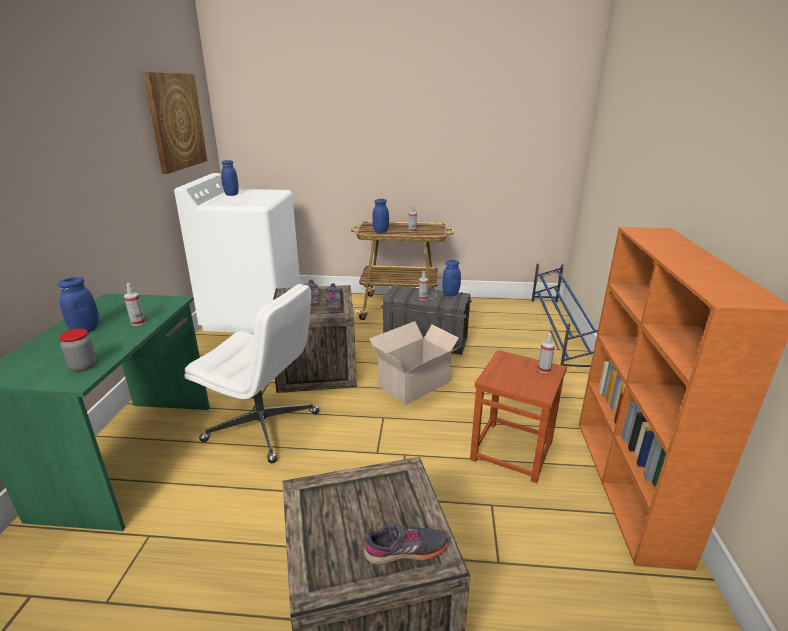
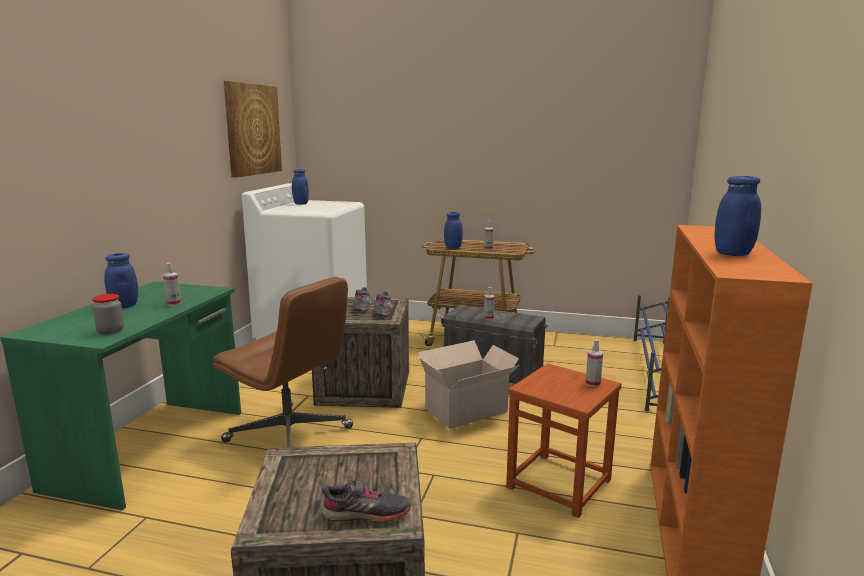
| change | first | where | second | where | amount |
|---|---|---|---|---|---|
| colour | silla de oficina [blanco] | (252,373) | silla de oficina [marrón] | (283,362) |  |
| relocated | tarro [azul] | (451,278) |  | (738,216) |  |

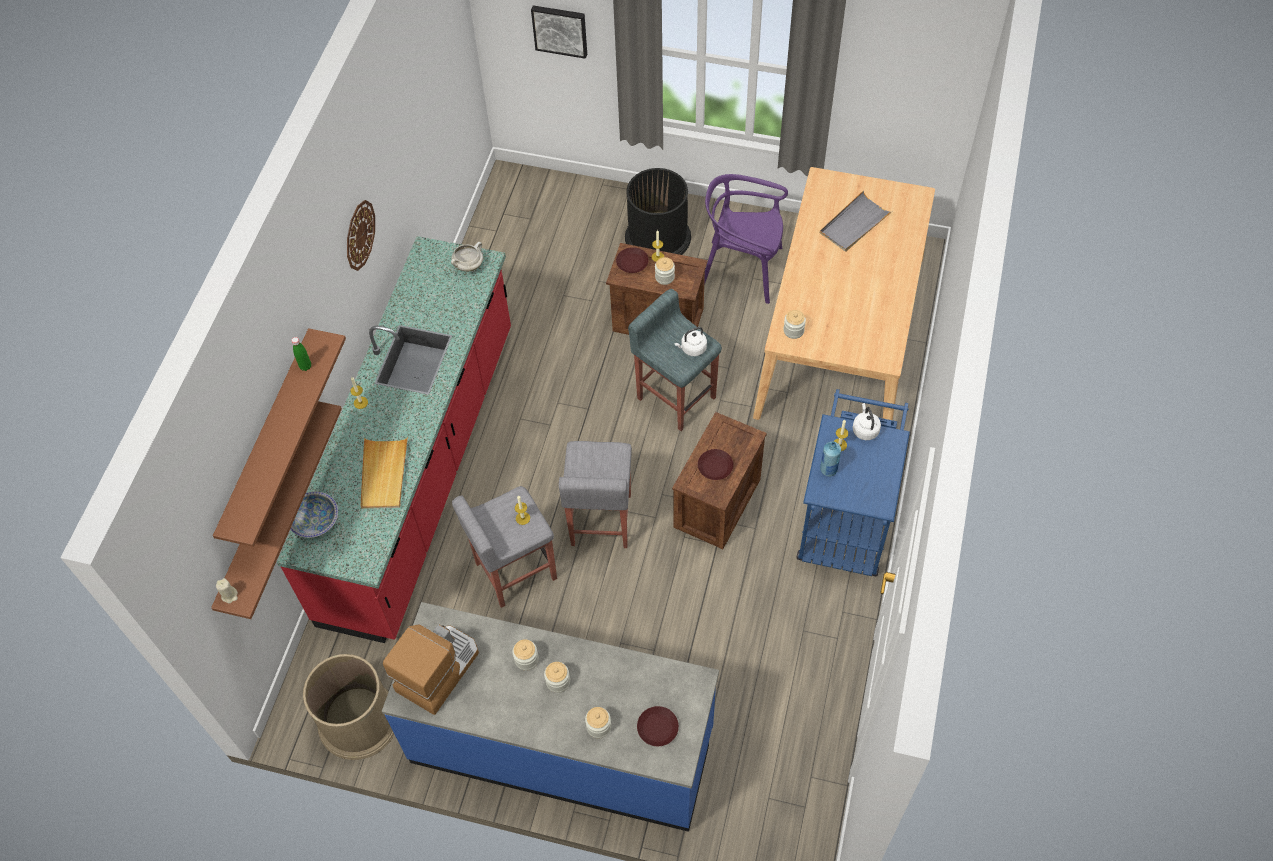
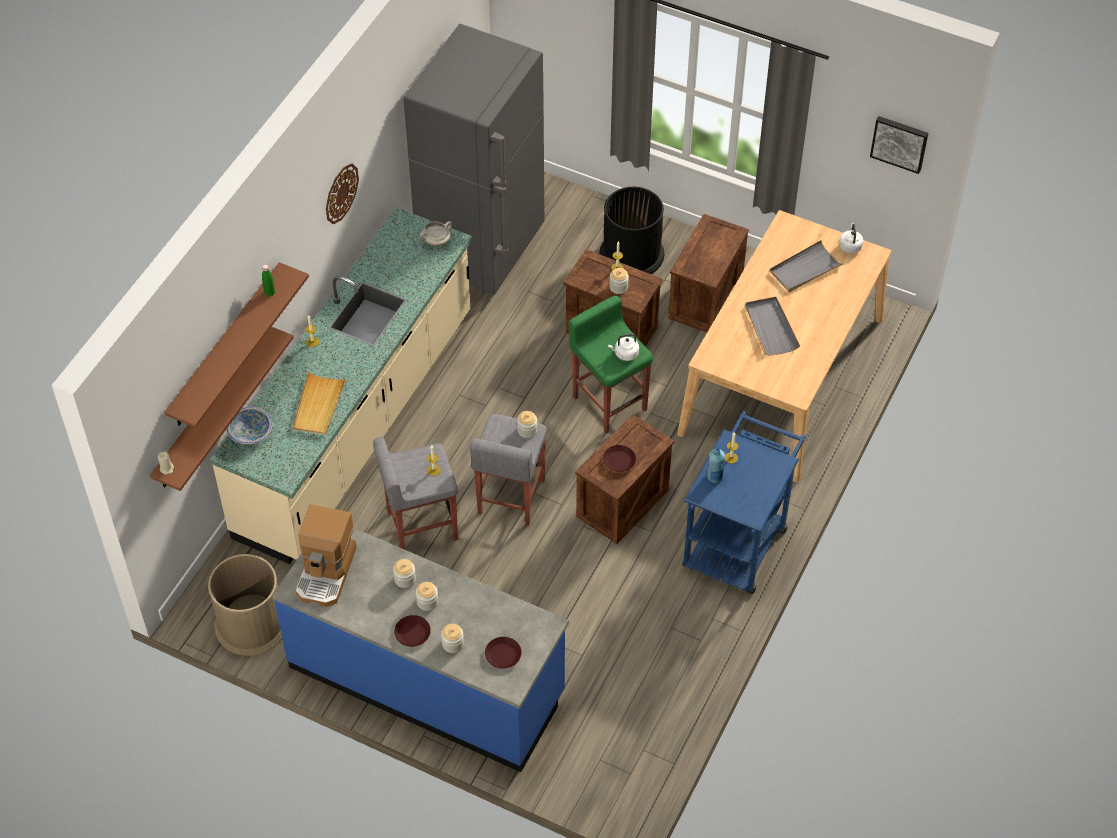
| change | first | where | second | where | amount |
|---|---|---|---|---|---|
| colour | mueble bajo de cocina [rojo] | (394,439) | mueble bajo de cocina [beis] | (341,385) |  |
| spun | cafetera | (431,670) |  | (326,555) | 150 degrees clockwise |
| relocated | cuadro | (559,32) |  | (899,145) |  |
| relocated | plato [marrón] | (632,260) |  | (412,631) |  |
| colour | taburete [gris] | (675,360) | taburete [verde] | (611,365) |  |
| exchanged | silla [morado] | (746,239) | caja de embalaje | (708,273) |  |
| relocated | tarro | (794,324) |  | (527,424) |  |
| relocated | hervidor [blanco] | (866,421) |  | (851,238) |  |
| appeared |  |  | nevera [gris] | (474,159) |  |
| appeared |  |  | bandeja [gris] | (772,326) |  |

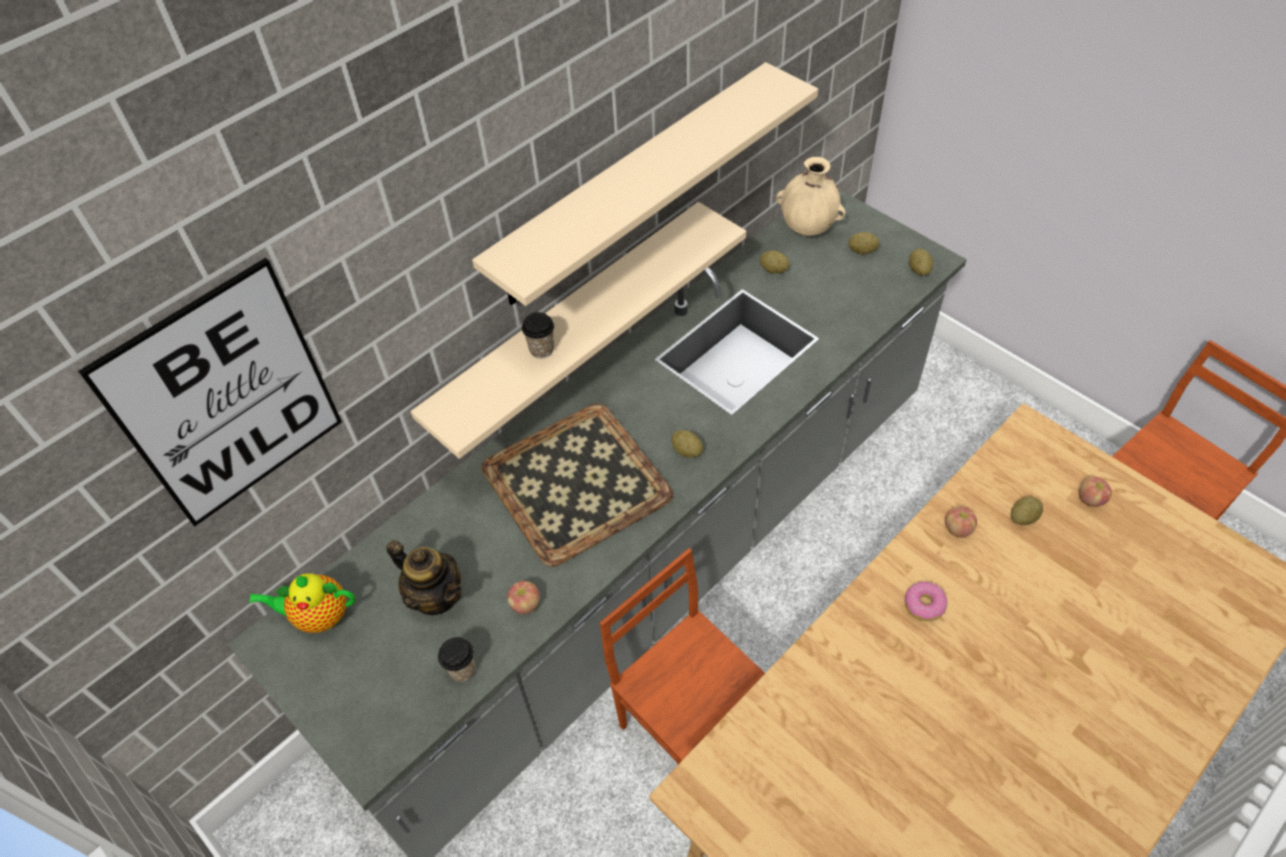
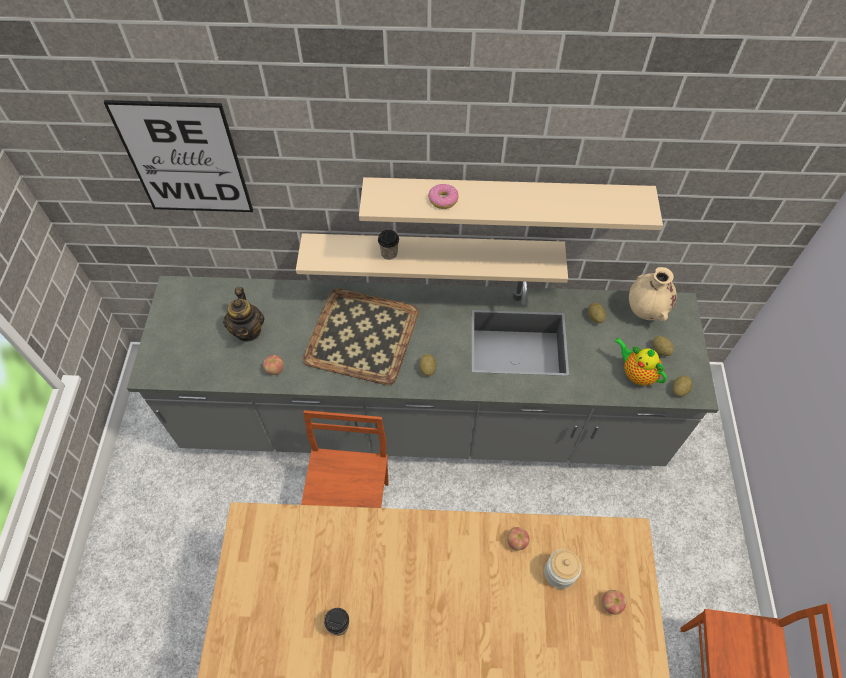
| change | first | where | second | where | amount |
|---|---|---|---|---|---|
| relocated | tetera | (302,603) |  | (641,361) |  |
| relocated | taza | (457,659) |  | (336,621) |  |
| relocated | rosquilla | (926,601) |  | (443,196) |  |
| exchanged | patata | (1027,511) | tarro | (563,569) |  |

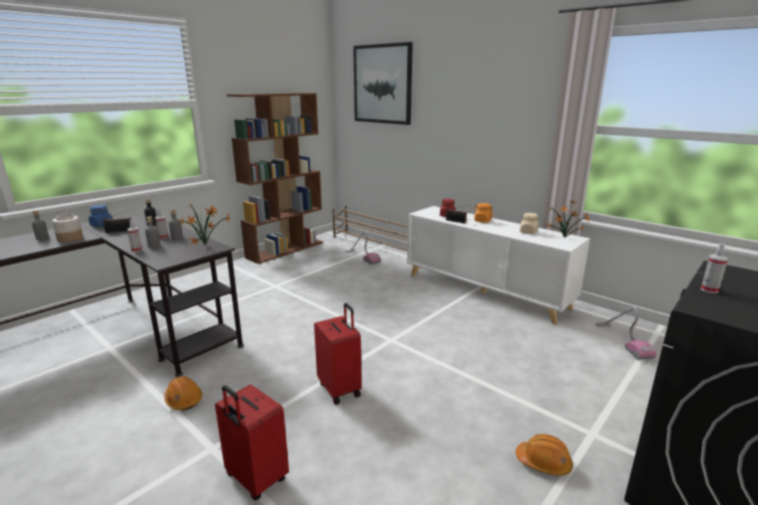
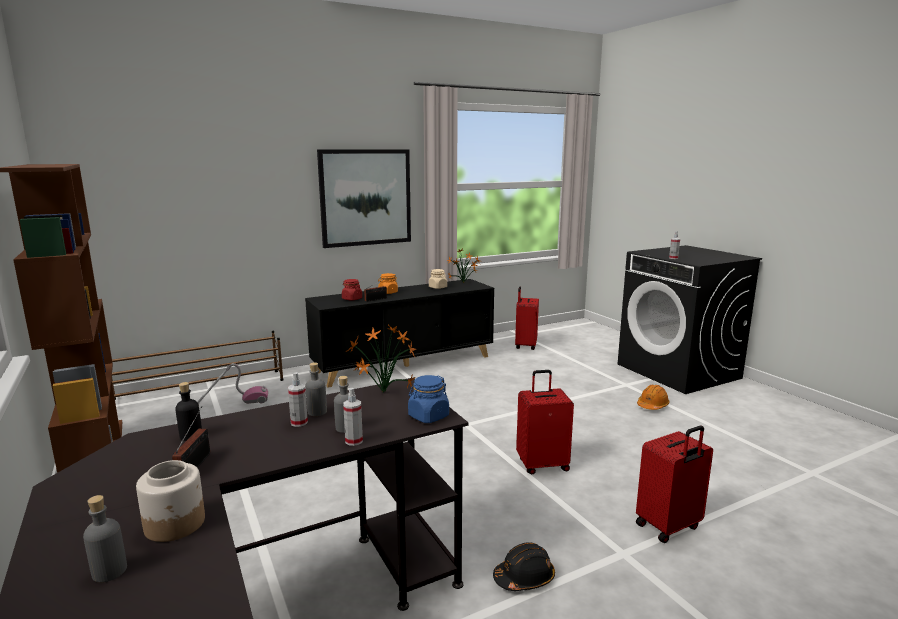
| change | first | where | second | where | amount |
|---|---|---|---|---|---|
| relocated | tarro [azul] | (101,216) |  | (428,399) |  |
| colour | casco [naranja] | (183,393) | casco [negro] | (524,566) |  |
| relocated | cuadro | (383,83) |  | (364,198) |  |
| colour | armario [blanco] | (498,265) | armario [negro] | (399,333) |  |
| exchanged | aspiradora | (625,333) | maleta [rojo] | (527,318) |  |

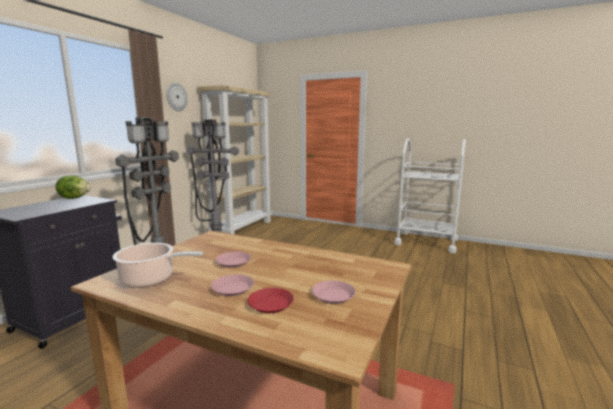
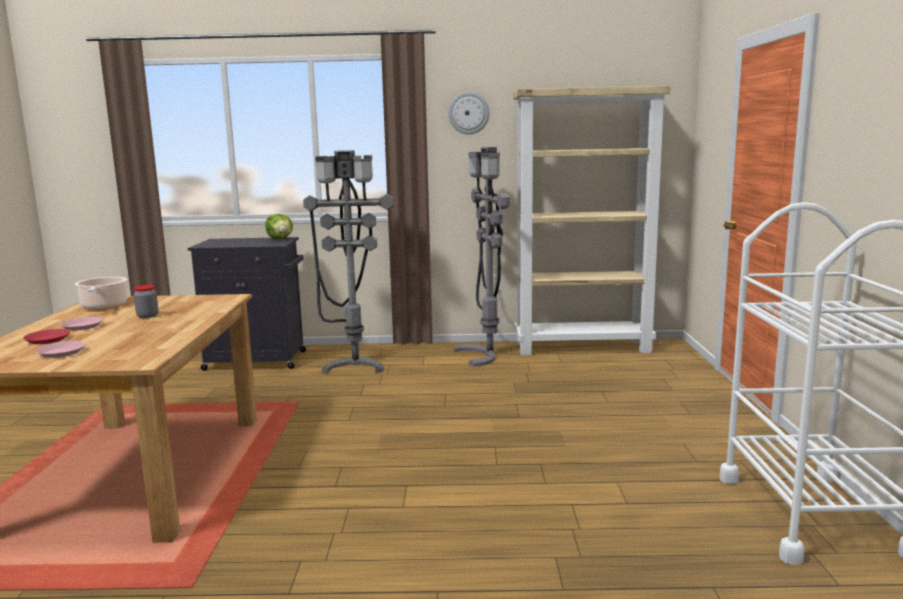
| change | first | where | second | where | amount |
|---|---|---|---|---|---|
| exchanged | plato [rosa] | (233,259) | tarro | (146,301) |  |

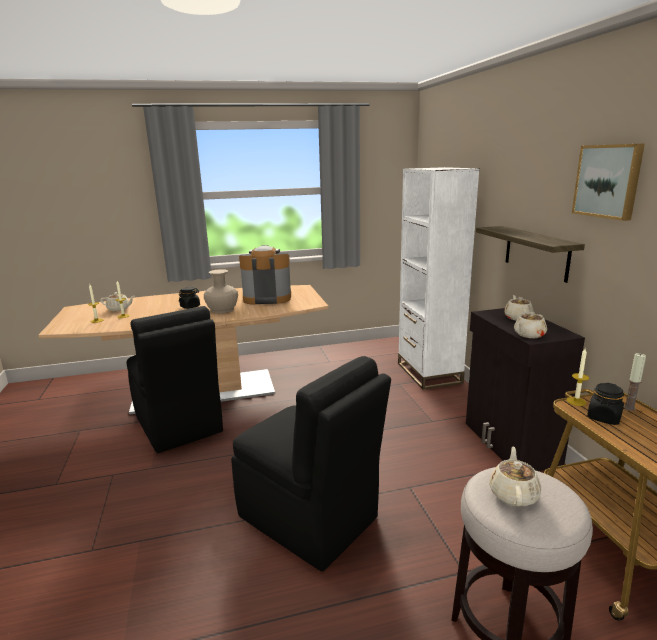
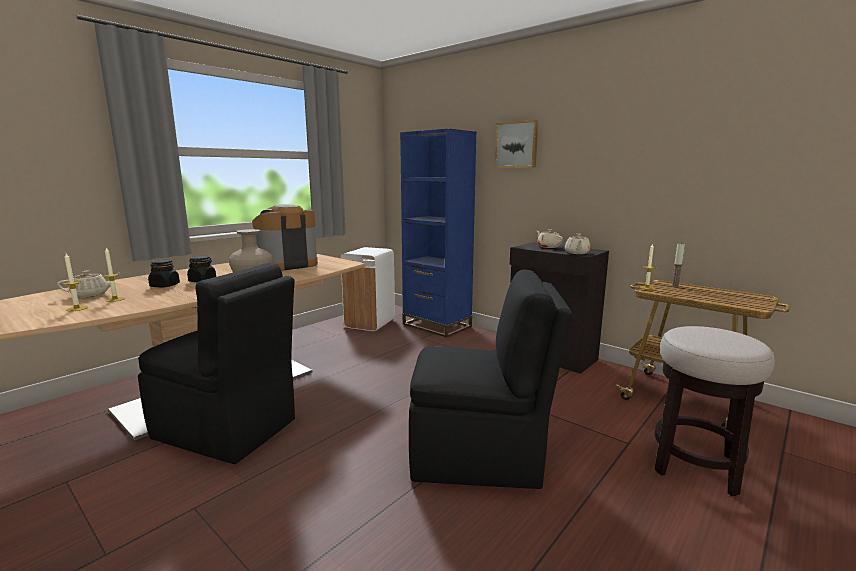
| change | first | where | second | where | amount |
|---|---|---|---|---|---|
| colour | estantería [blanco] | (439,278) | estantería [azul] | (438,233) |  |
| missing | estante | (530,254) |  |  |  |
| missing | tetera [beis] | (515,476) |  |  |  |
| relocated | cuadro | (608,182) |  | (516,144) |  |
| relocated | tarro [negro] | (605,404) |  | (164,273) |  |
| appeared |  |  | papelera [blanco] | (368,289) |  |

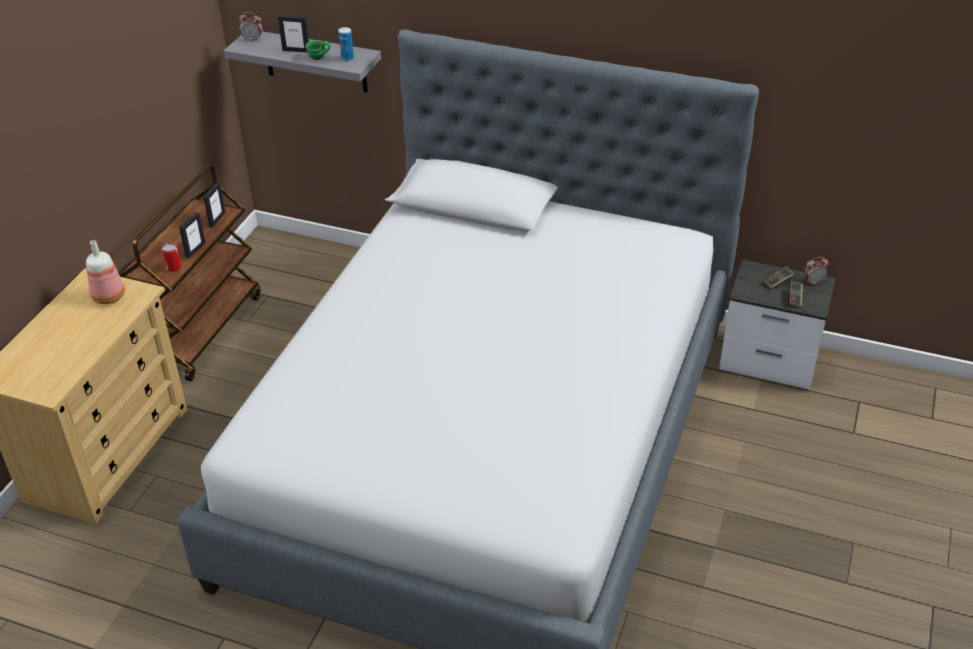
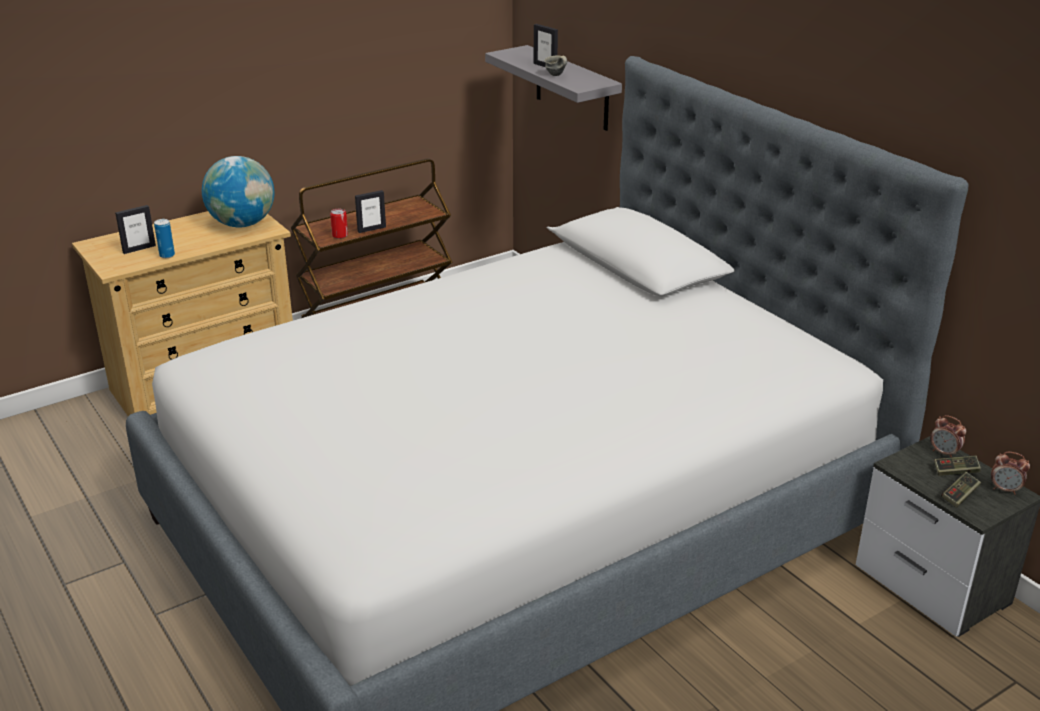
| change | first | where | second | where | amount |
|---|---|---|---|---|---|
| exchanged | botella | (105,272) | globo terráqueo | (238,191) |  |
| relocated | portarretratos | (214,205) |  | (135,229) |  |
| relocated | despertador | (251,27) |  | (948,436) |  |
| colour | taza grande [verde] | (318,50) | taza grande [gris] | (555,66) |  |
| relocated | lata | (346,44) |  | (164,238) |  |

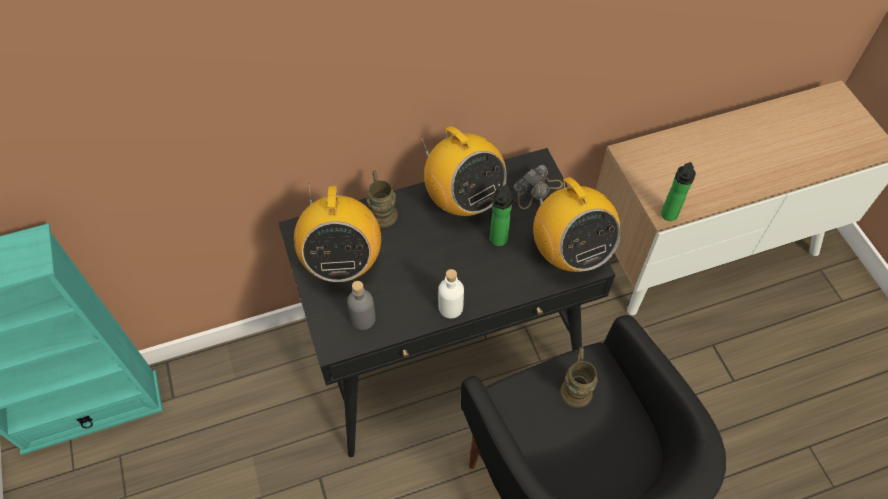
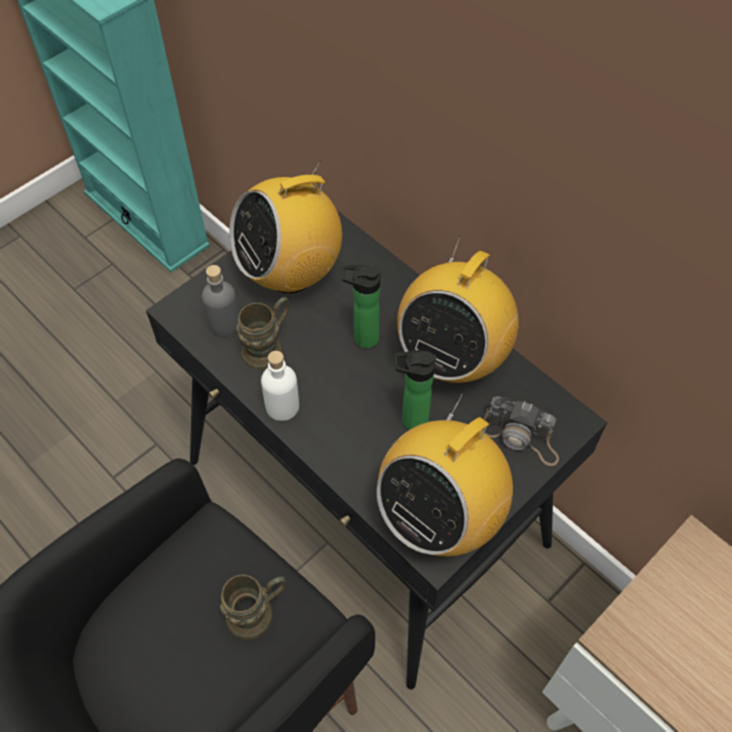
| change | first | where | second | where | amount |
|---|---|---|---|---|---|
| relocated | taza grande [marrón] | (382,199) |  | (263,333) |  |
| relocated | botella | (678,191) |  | (362,306) |  |

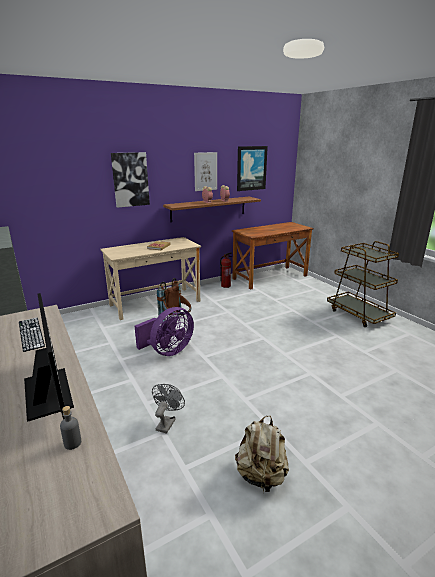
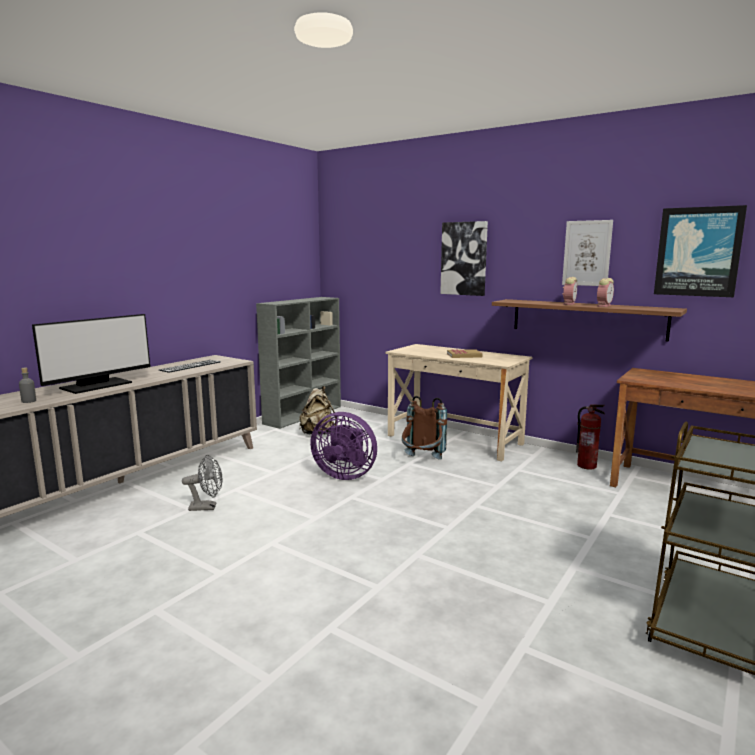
| change | first | where | second | where | amount |
|---|---|---|---|---|---|
| relocated | mochila [beis] | (262,454) |  | (318,410) |  |

